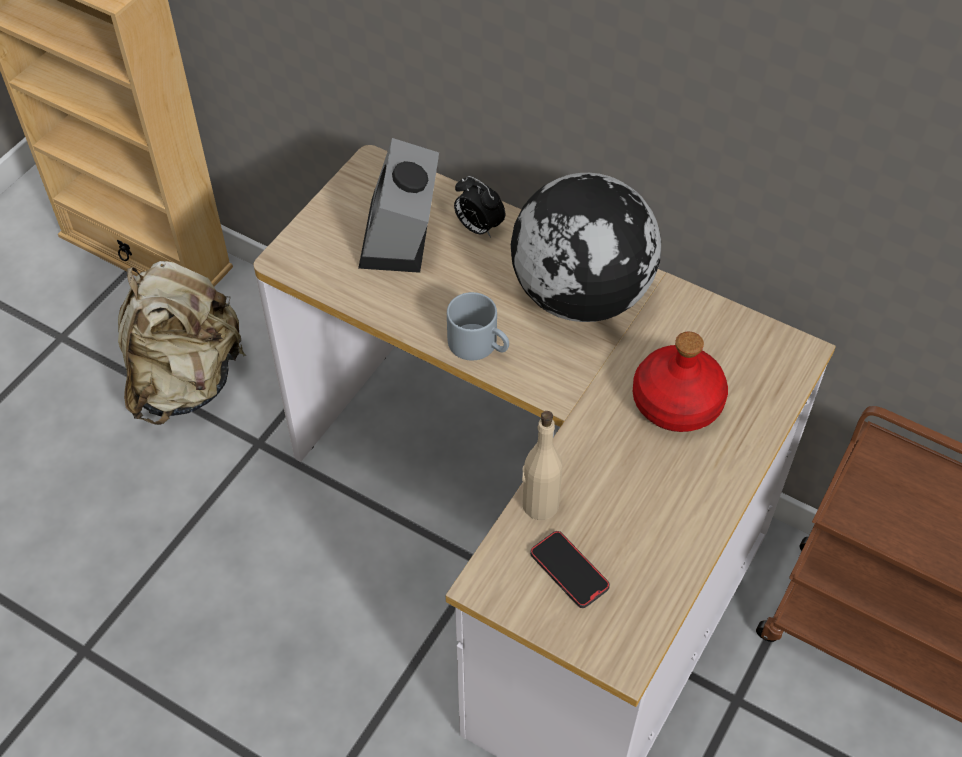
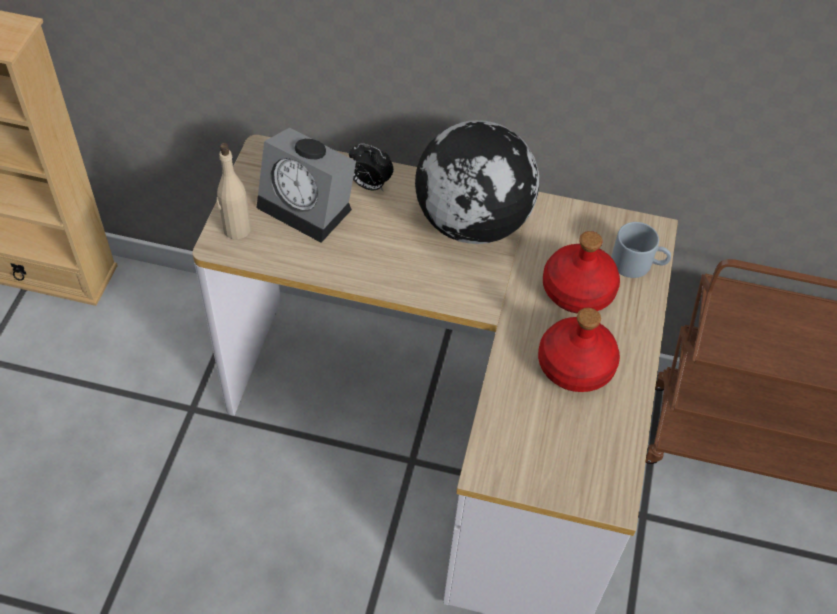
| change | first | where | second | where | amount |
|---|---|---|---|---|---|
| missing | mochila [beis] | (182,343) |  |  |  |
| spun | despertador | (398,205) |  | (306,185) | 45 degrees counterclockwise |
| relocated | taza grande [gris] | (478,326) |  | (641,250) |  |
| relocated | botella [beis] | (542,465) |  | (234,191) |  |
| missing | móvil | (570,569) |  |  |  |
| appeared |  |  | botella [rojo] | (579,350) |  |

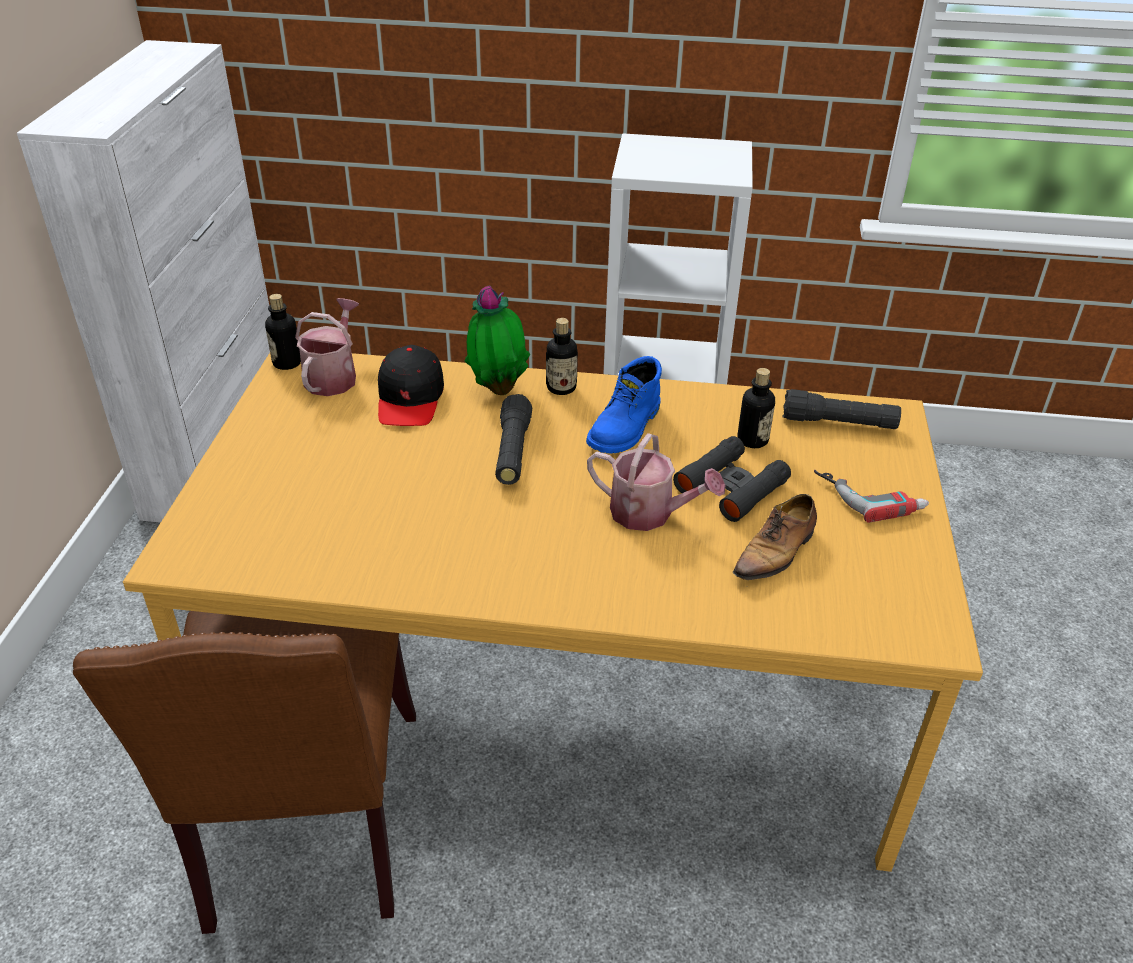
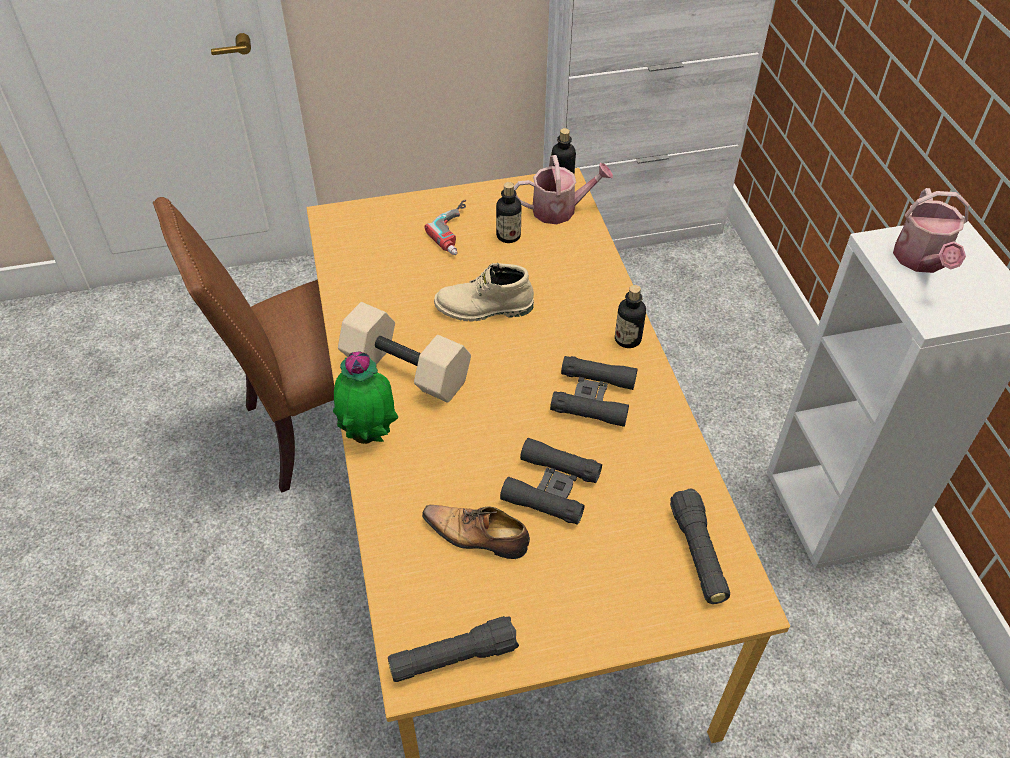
| change | first | where | second | where | amount |
|---|---|---|---|---|---|
| missing | gorra [negro] | (411,385) |  |  |  |
| relocated | planta en maceta | (497,340) |  | (365,397) |  |
| relocated | linterna [negro] | (513,439) |  | (453,649) |  |
| exchanged | bota [azul] | (624,404) | prismáticos [negro] | (593,391) |  |
| relocated | regadera | (656,482) |  | (931,230) |  |
| relocated | botella | (756,408) |  | (508,212) |  |
| relocated | taladro | (871,496) |  | (445,227) |  |
| appeared |  |  | mancuerna [beis] | (404,352) |  |
| appeared |  |  | bota [beis] | (484,292) |  |

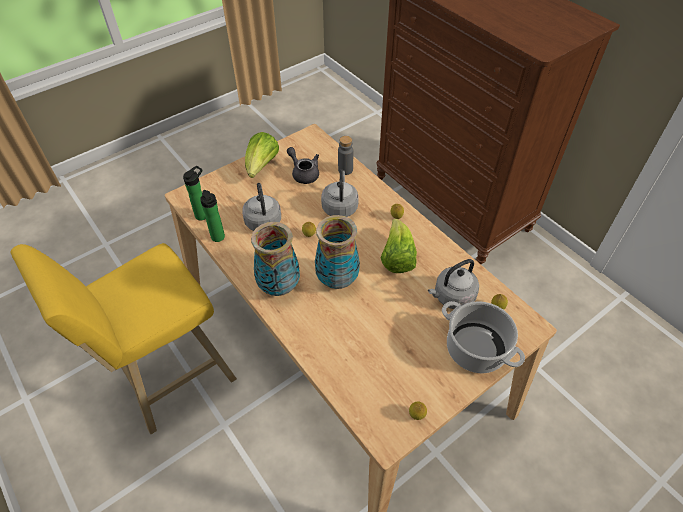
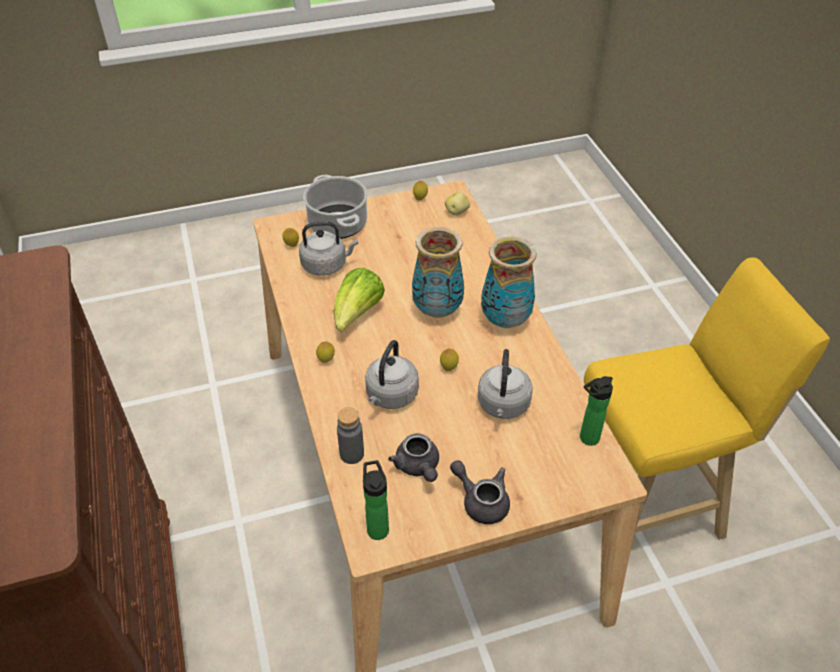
| change | first | where | second | where | amount |
|---|---|---|---|---|---|
| relocated | botella | (212,216) |  | (376,500) |  |
| exchanged | lechuga | (262,155) | tetera [gris] | (480,492) |  |
| appeared |  |  | patata | (457,204) |  |

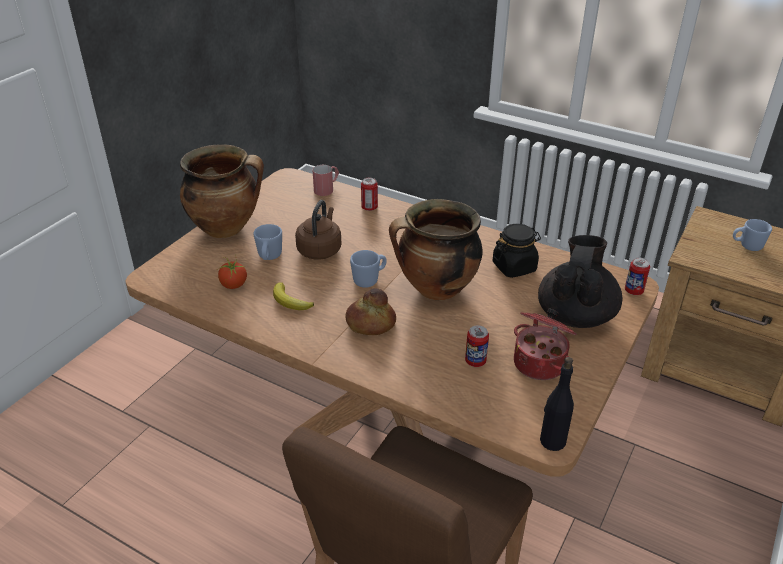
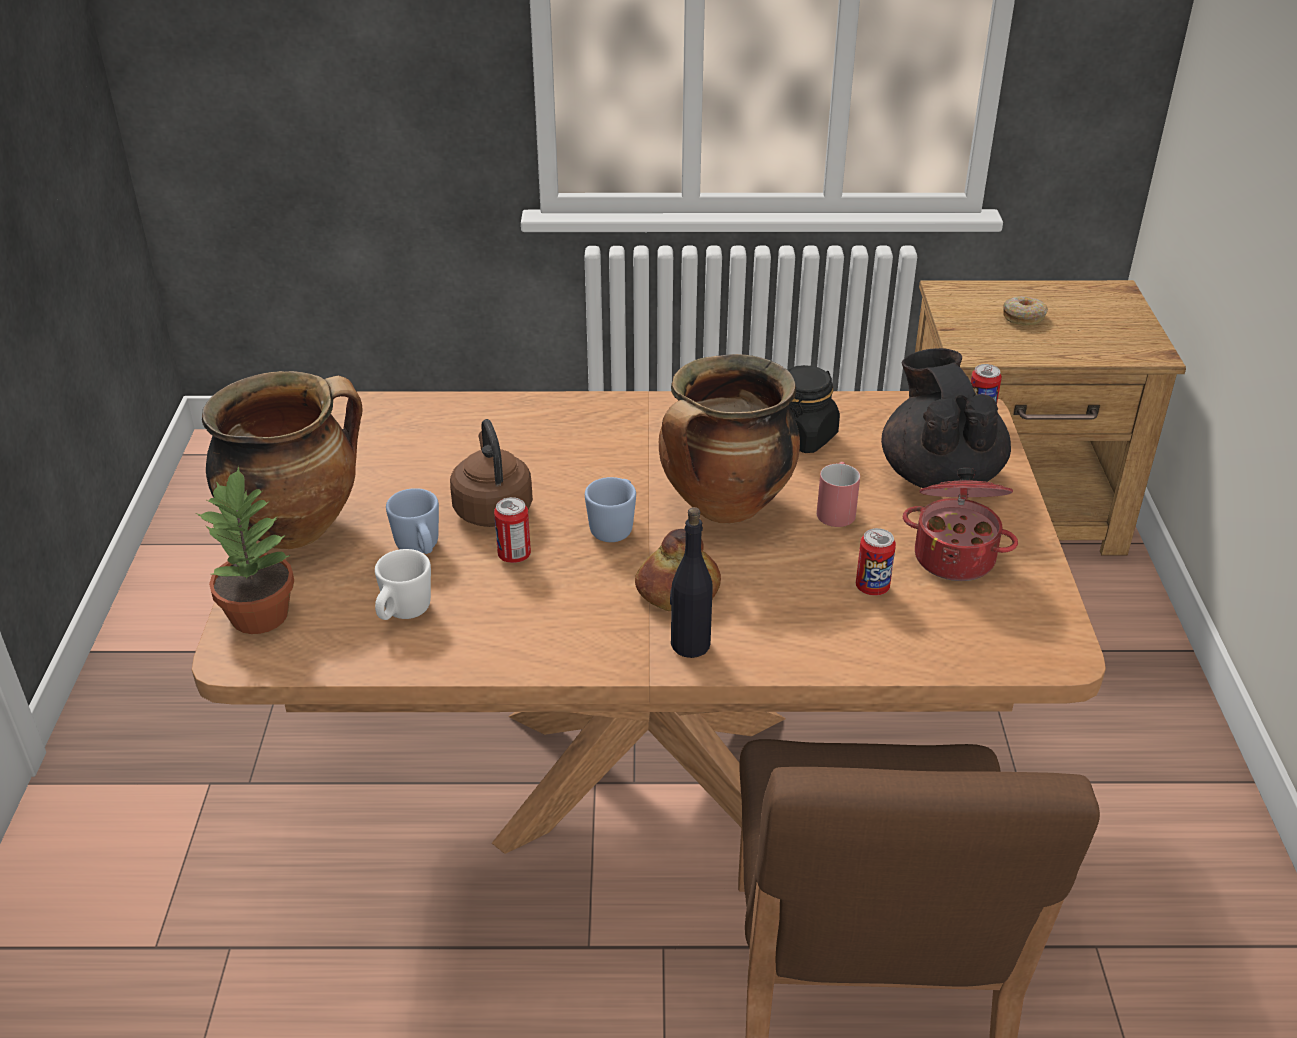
| change | first | where | second | where | amount |
|---|---|---|---|---|---|
| exchanged | tomate | (232,272) | taza grande [blanco] | (403,584) |  |
| missing | plátano | (293,296) |  |  |  |
| relocated | taza grande [rojo] | (326,180) |  | (838,494) |  |
| relocated | lata | (369,194) |  | (512,530) |  |
| relocated | botella [negro] | (557,404) |  | (691,582) |  |
| exchanged | taza grande [azul] | (752,235) | rosquilla | (1025,310) |  |
| appeared |  |  | planta en maceta | (245,550) |  |

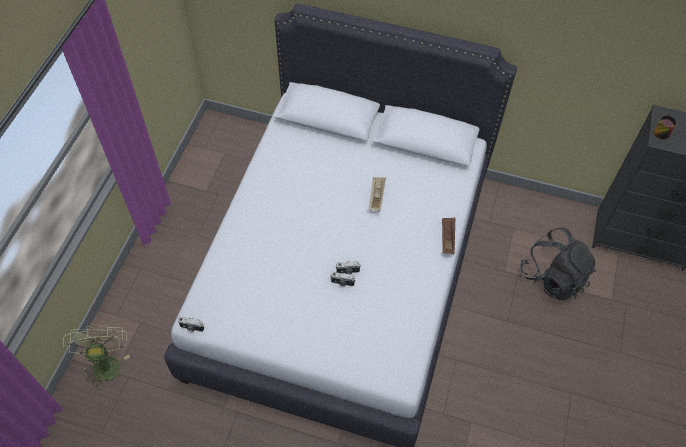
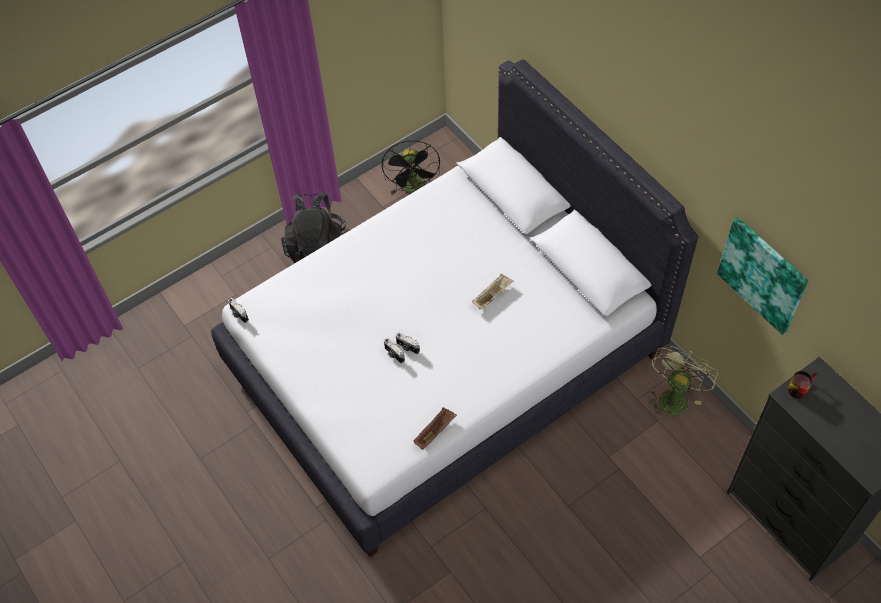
| change | first | where | second | where | amount |
|---|---|---|---|---|---|
| relocated | ventilador [verde] | (96,357) |  | (683,382) |  |
| relocated | bandeja [marrón] | (448,236) |  | (435,429) |  |
| relocated | mochila [negro] | (558,263) |  | (314,228) |  |
| appeared |  |  | ventilador [negro] | (411,167) |  |
| appeared |  |  | cuadro | (762,276) |  |

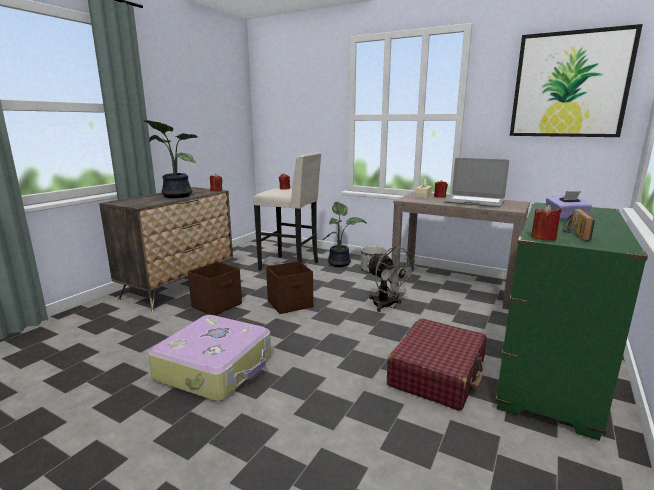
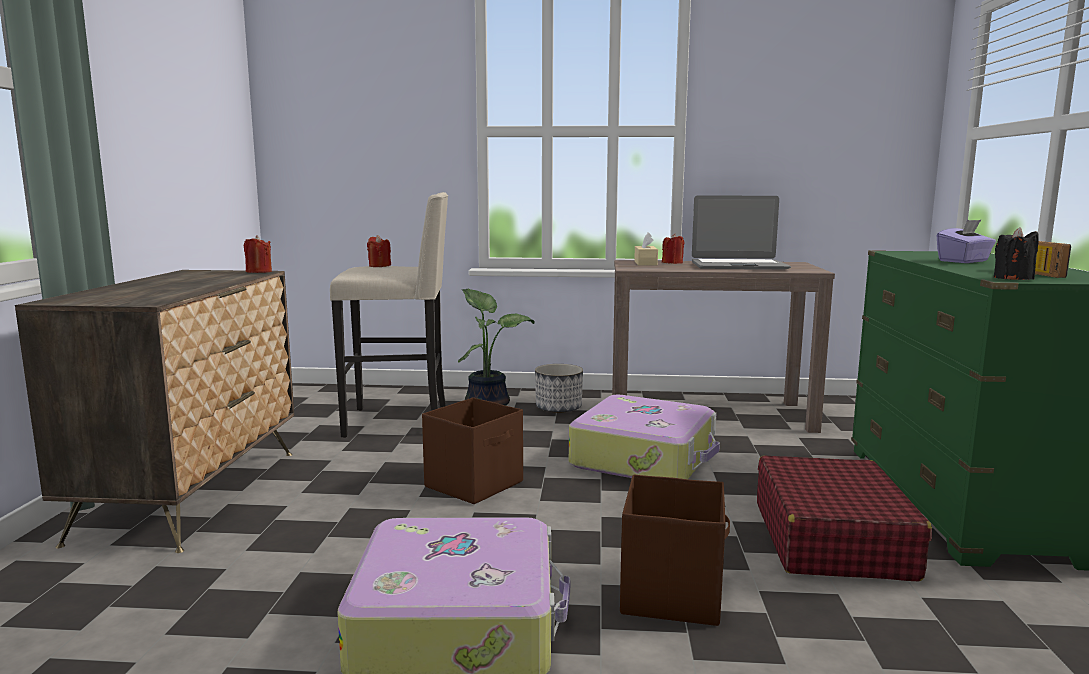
| change | first | where | second | where | amount |
|---|---|---|---|---|---|
| missing | planta en maceta | (171,159) |  |  |  |
| relocated | caja de almacenaje [marrón] | (215,288) |  | (675,550) |  |
| exchanged | ventilador [gris] | (392,279) | maleta | (644,437) |  |
| missing | cuadro | (576,80) |  |  |  |
| colour | vela [rojo] | (546,223) | vela [negro] | (1016,253) |  |

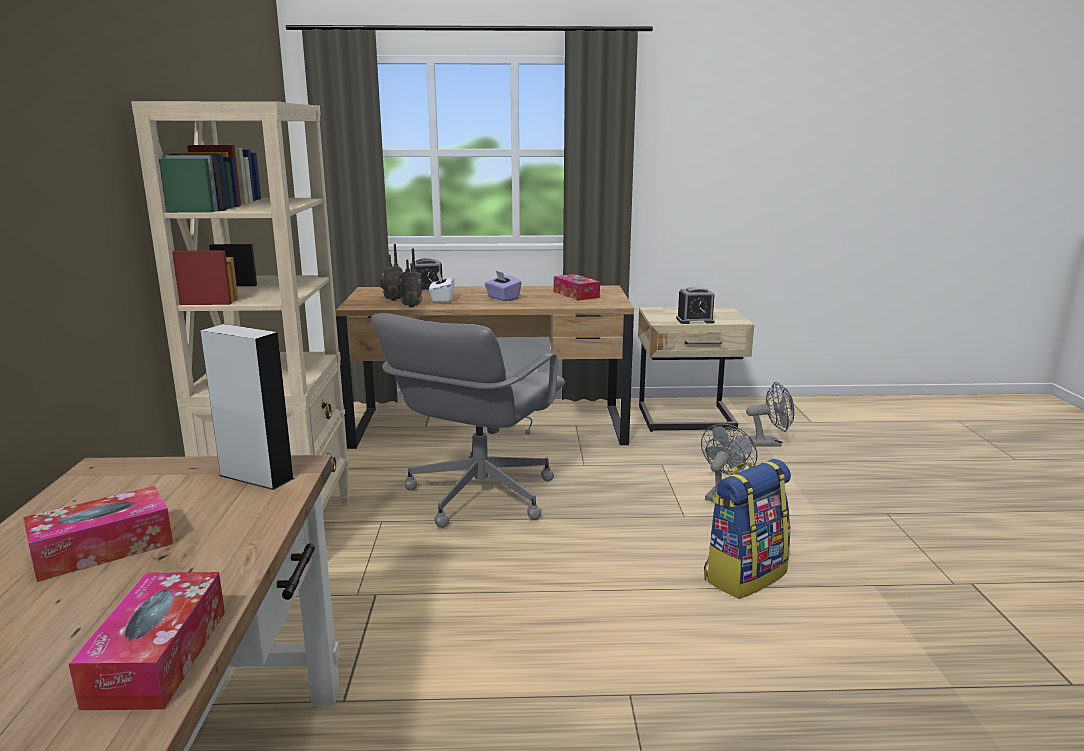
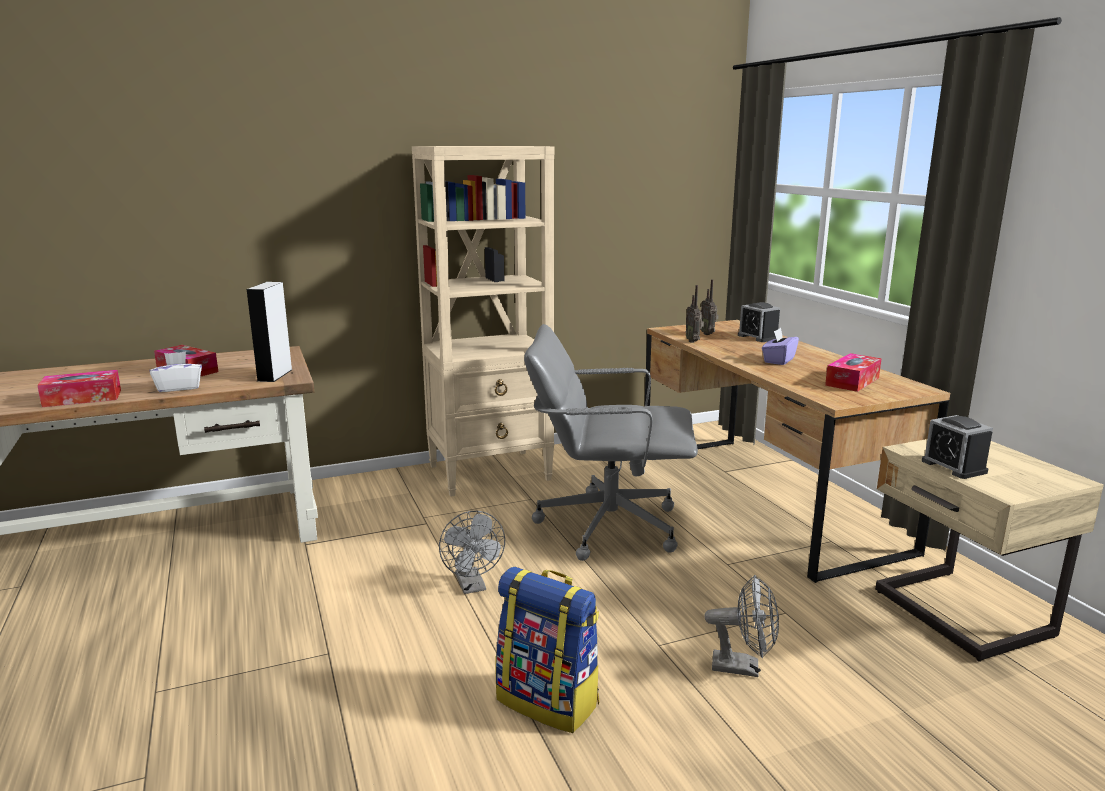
| change | first | where | second | where | amount |
|---|---|---|---|---|---|
| relocated | caja de pañuelos [blanco] | (442,286) |  | (176,371) |  |
| relocated | ventilador [gris] | (770,414) |  | (472,552) |  |

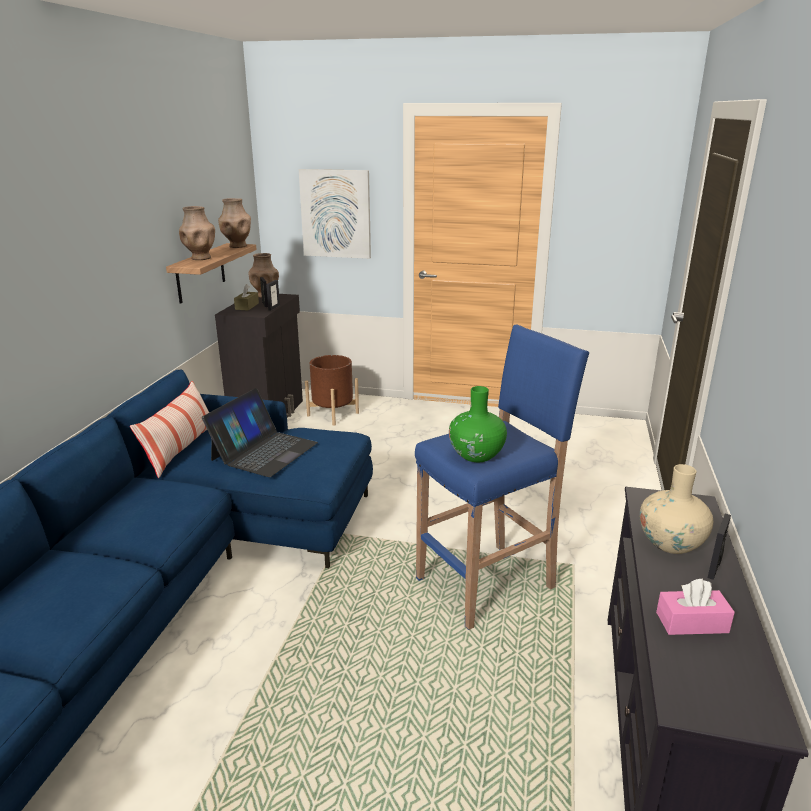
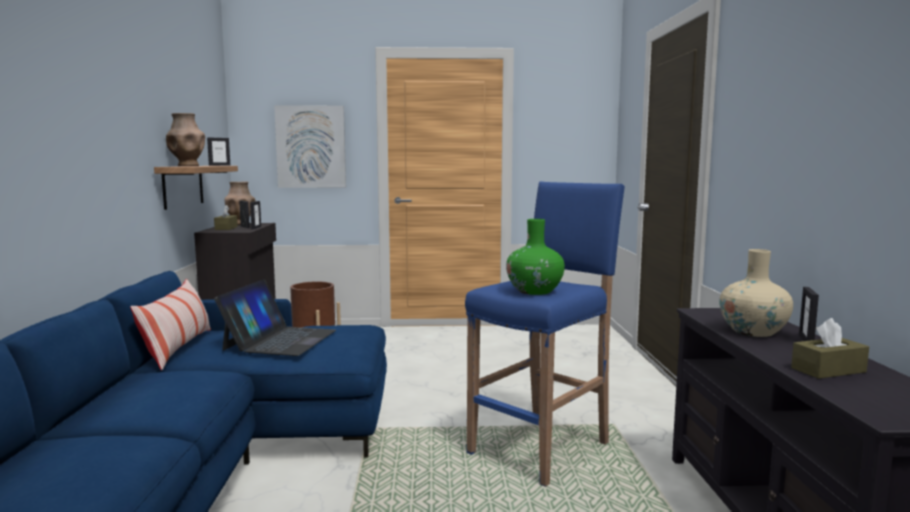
| change | first | where | second | where | amount |
|---|---|---|---|---|---|
| exchanged | florero [marrón] | (234,223) | portarretratos | (218,151) |  |
| colour | caja de pañuelos [rosa] | (695,607) | caja de pañuelos [marrón] | (830,348) |  |

